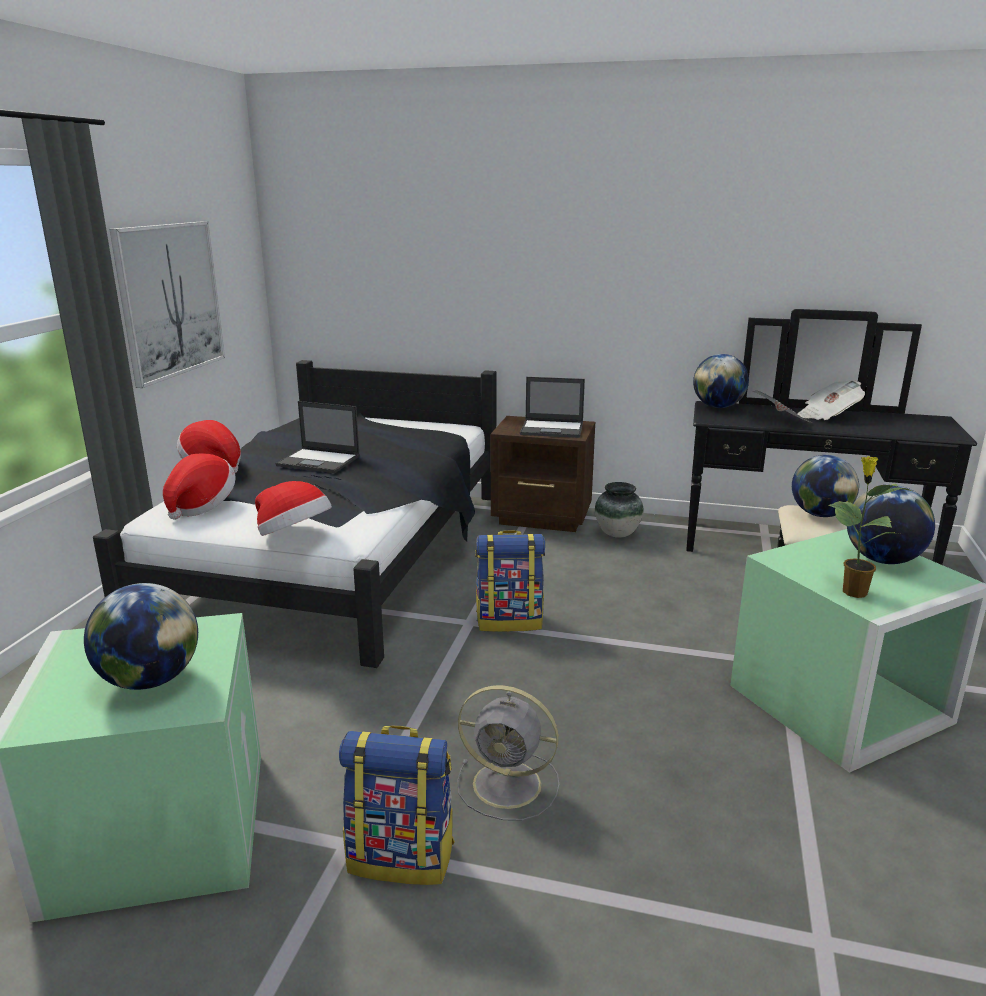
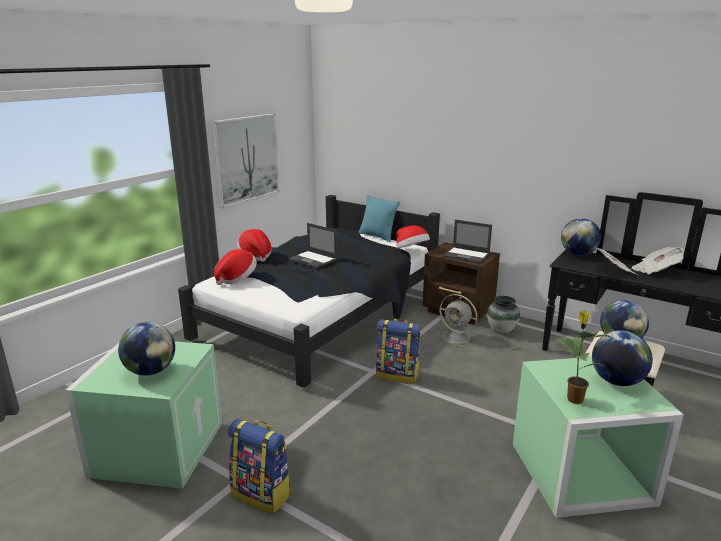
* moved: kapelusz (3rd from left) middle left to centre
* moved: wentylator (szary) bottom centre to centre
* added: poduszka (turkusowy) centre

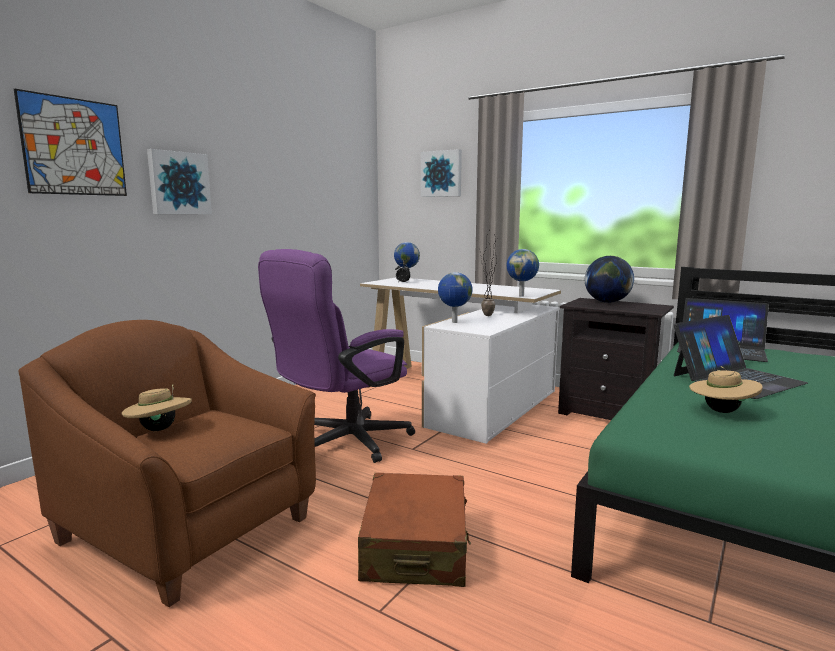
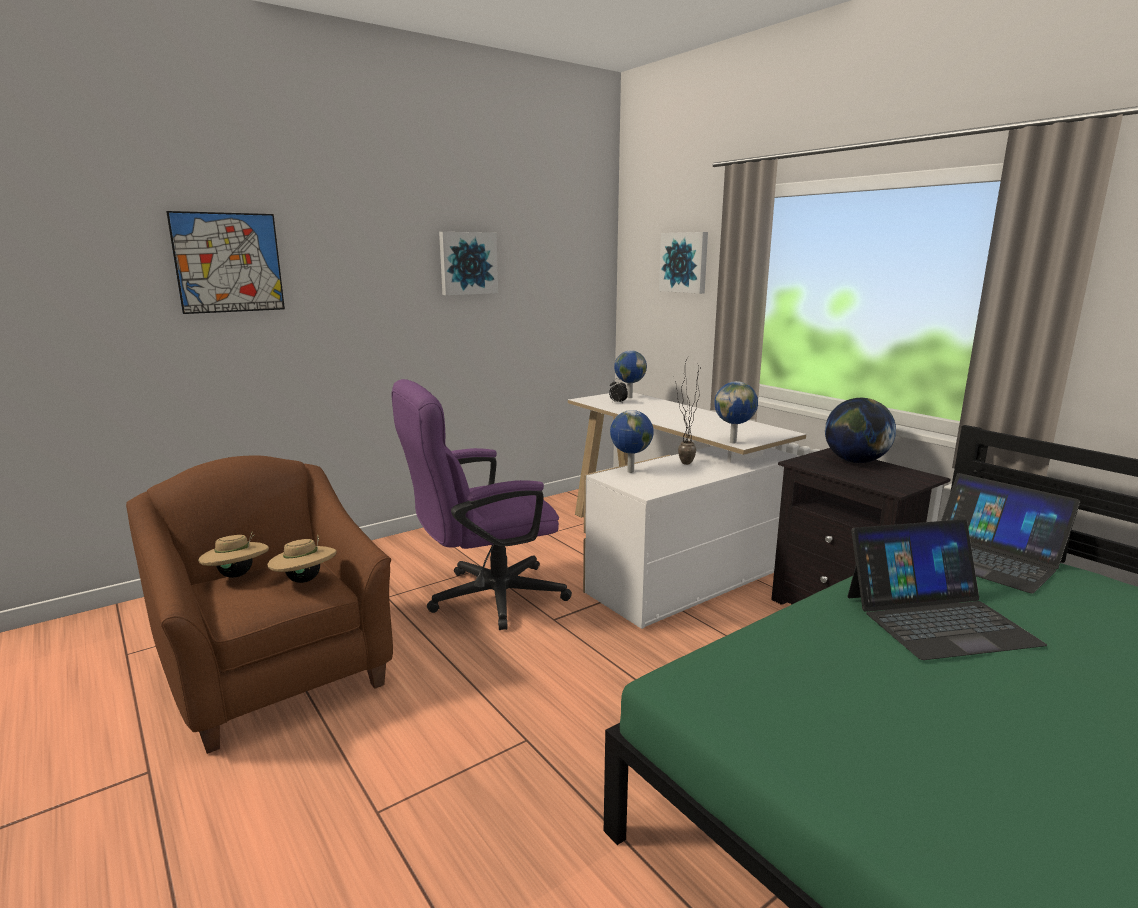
* moved: obraz (2nd from left) top left to top centre
* moved: kapelusz (beżowy) (2nd from left) middle right to middle left
* removed: walizka (brązowy) bottom centre

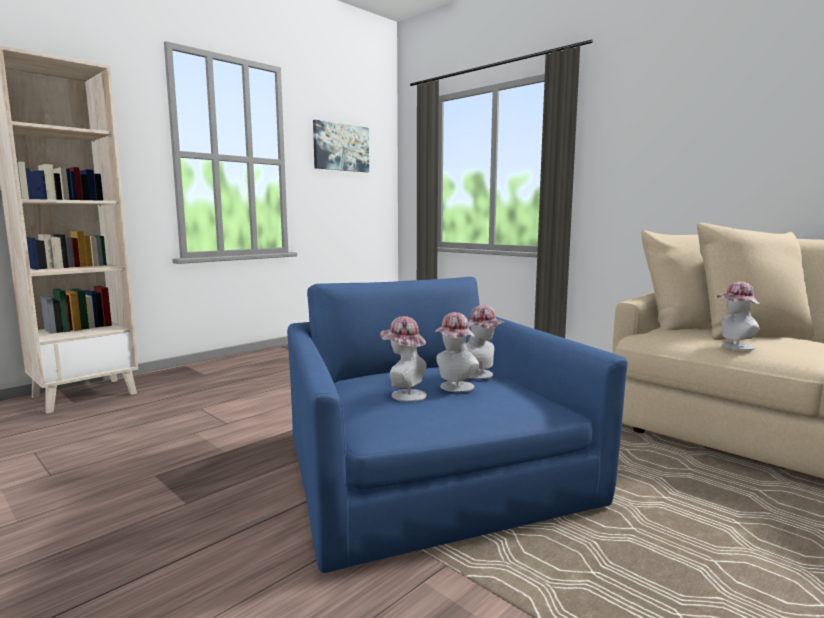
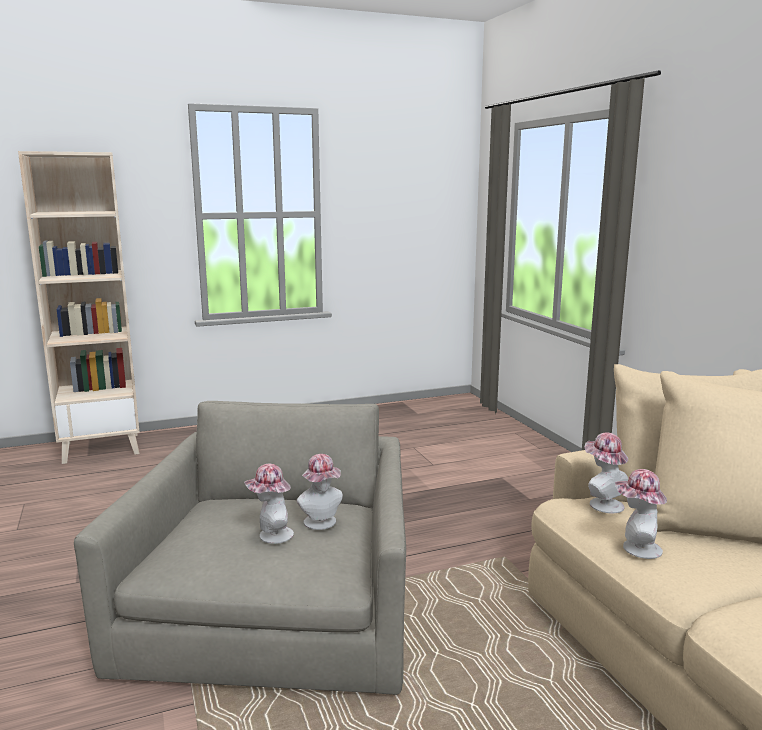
* removed: obraz top centre
* recoloured: fotel (niebieski) bottom centre to fotel (szary) bottom left
* moved: kapelusz (1st from left in the first image) centre to kapelusz (3rd from left) middle right

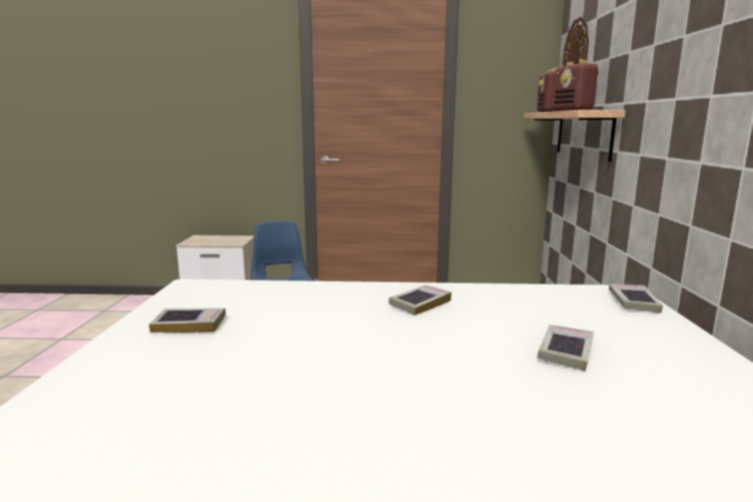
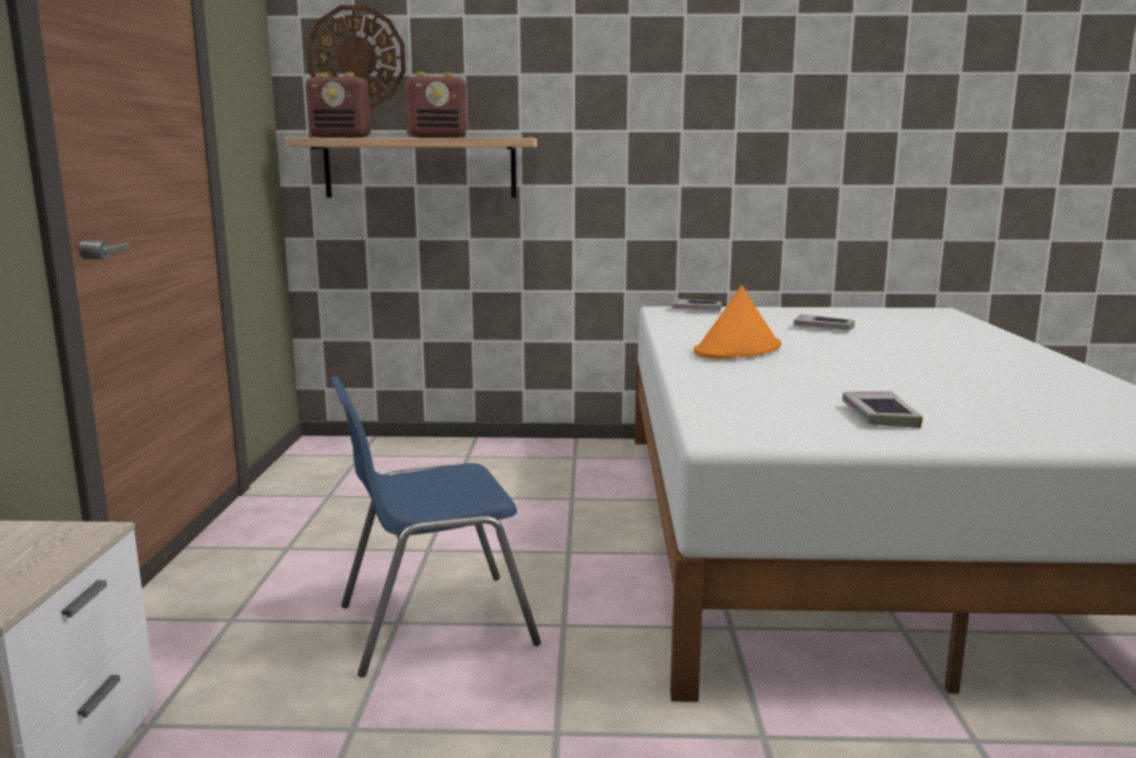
* replaced: książka (2nd from left) centre to kapelusz (pomarańczowy) centre

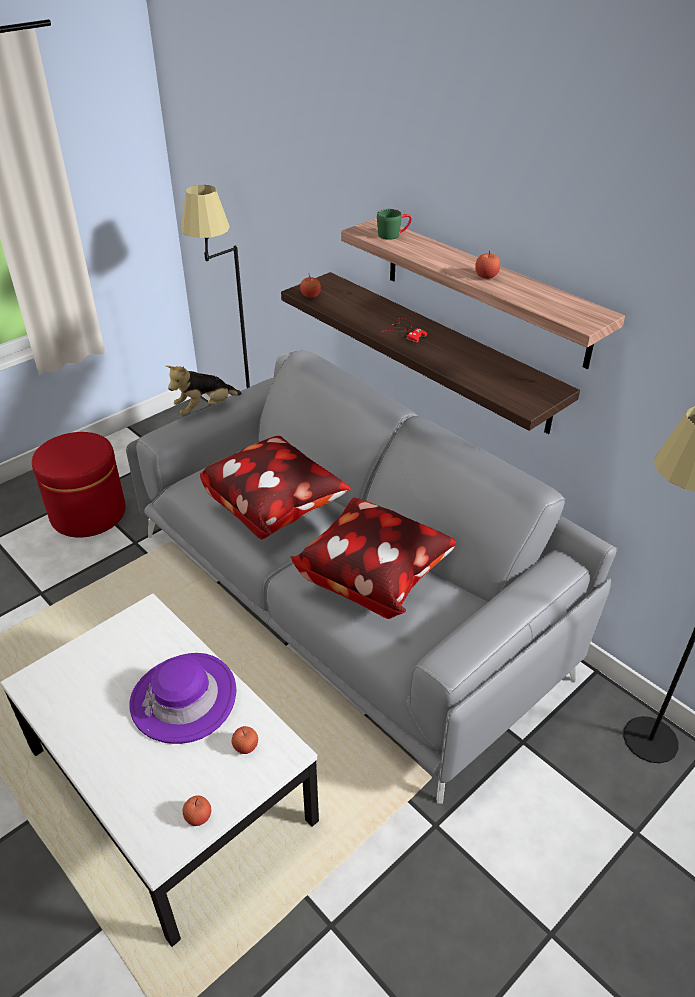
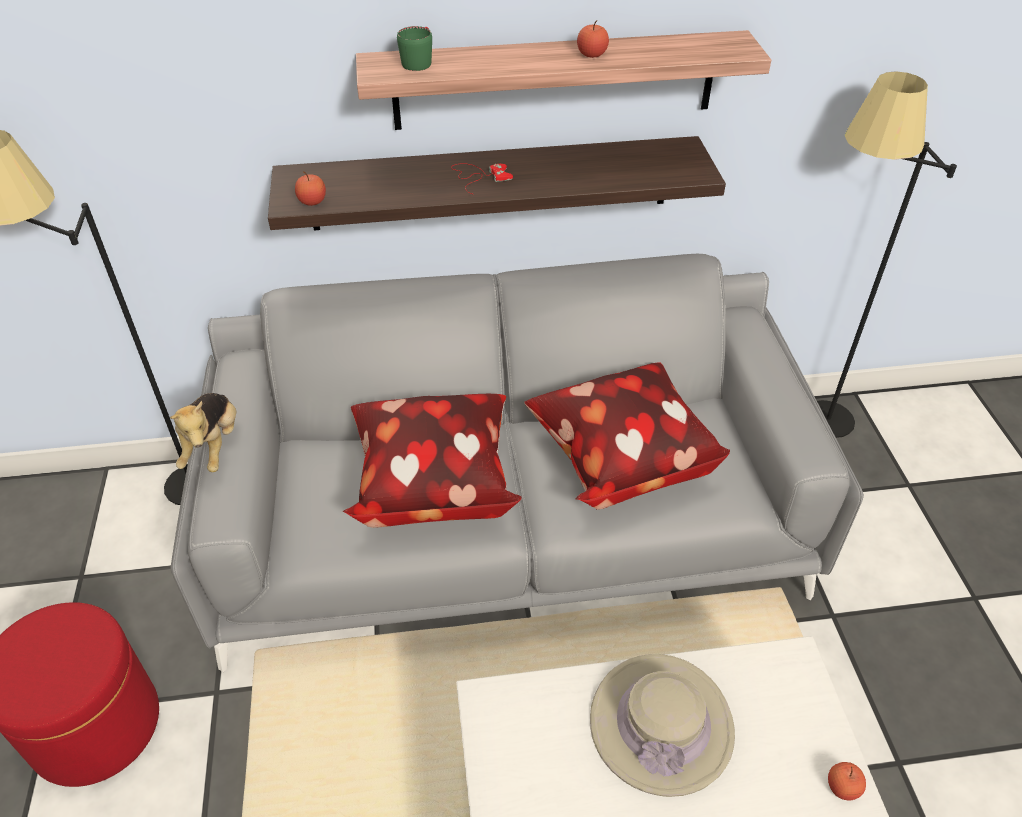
* recoloured: kapelusz (fioletowy) bottom left to kapelusz (beżowy) bottom centre
* removed: jabłko (2nd from left) bottom centre

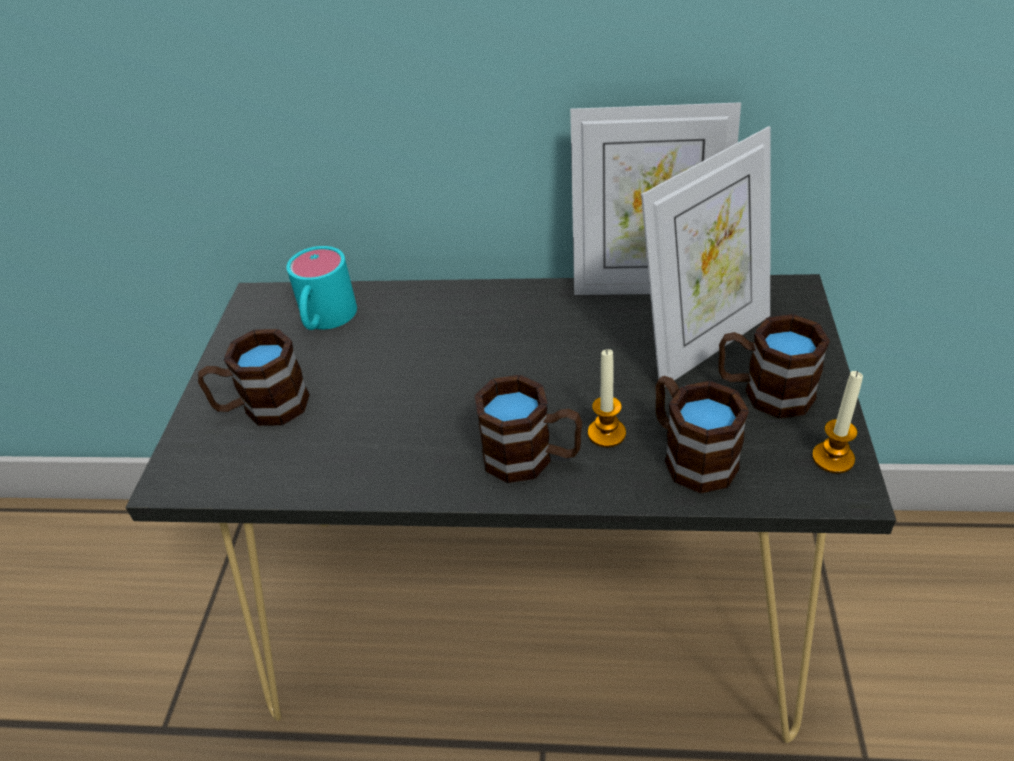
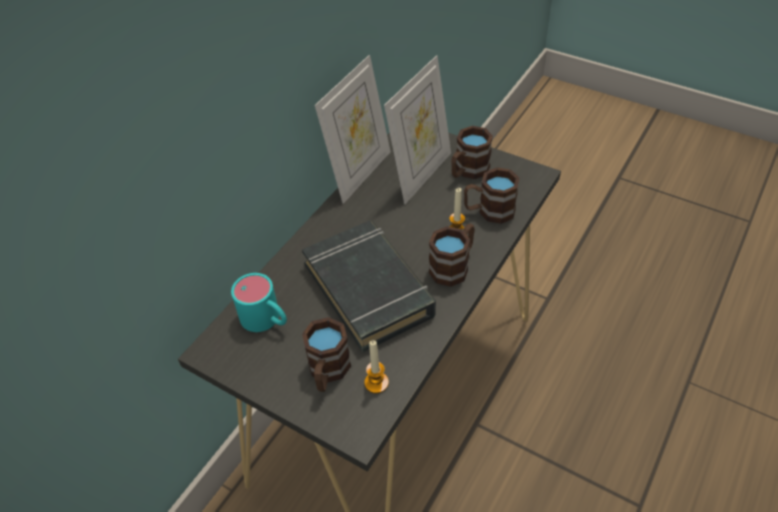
* turned: ramka na zdjęcie (2nd from left) middle right = top centre 45 degrees clockwise
* moved: świeca (2nd from left in the first image) middle right to świeca (1st from left) bottom centre
* added: książka (czarny) centre

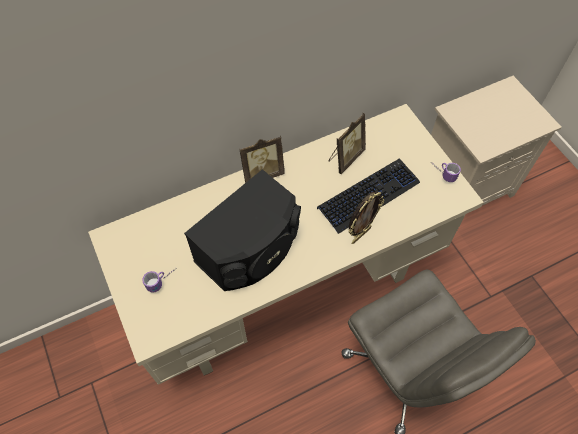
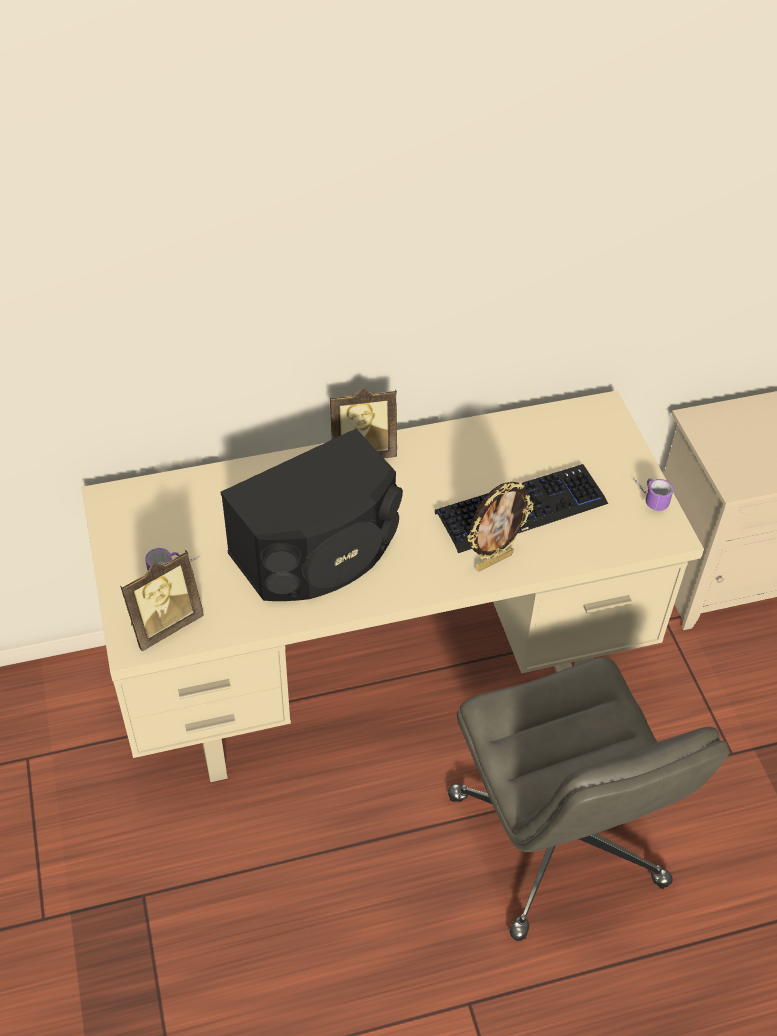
* moved: ramka na zdjęcie (2nd from left in the first image) top centre to ramka na zdjęcie (1st from left) middle left

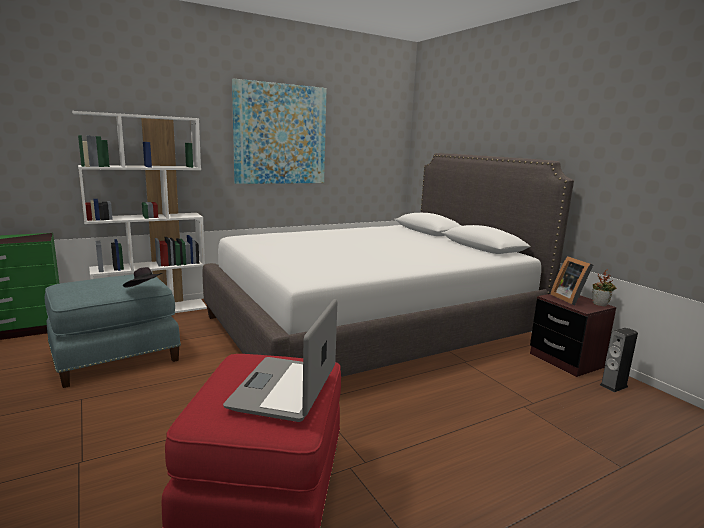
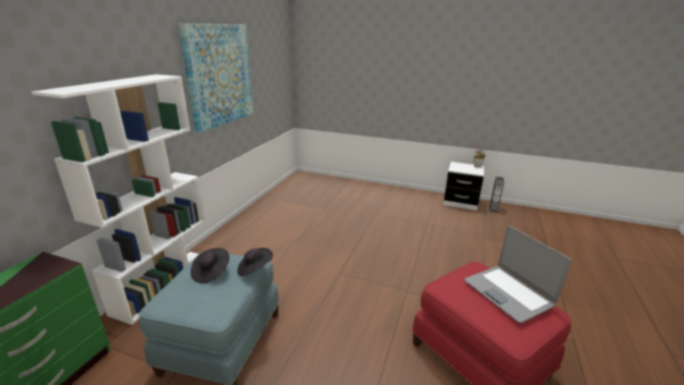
* removed: łóżko (biały) centre
* removed: ramka na zdjęcie middle right
* recoloured: szafka nocna (brązowy) middle right to szafka nocna (biały) middle right
* added: kapelusz (czarny) (1st from left) bottom left

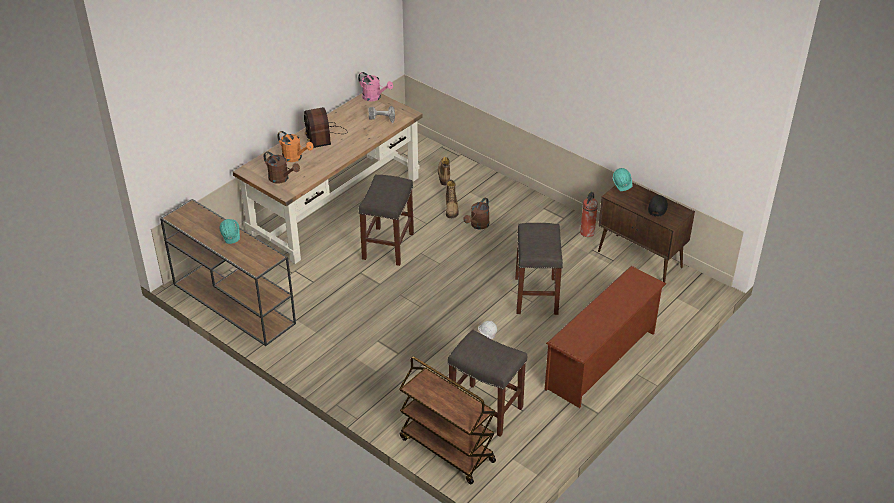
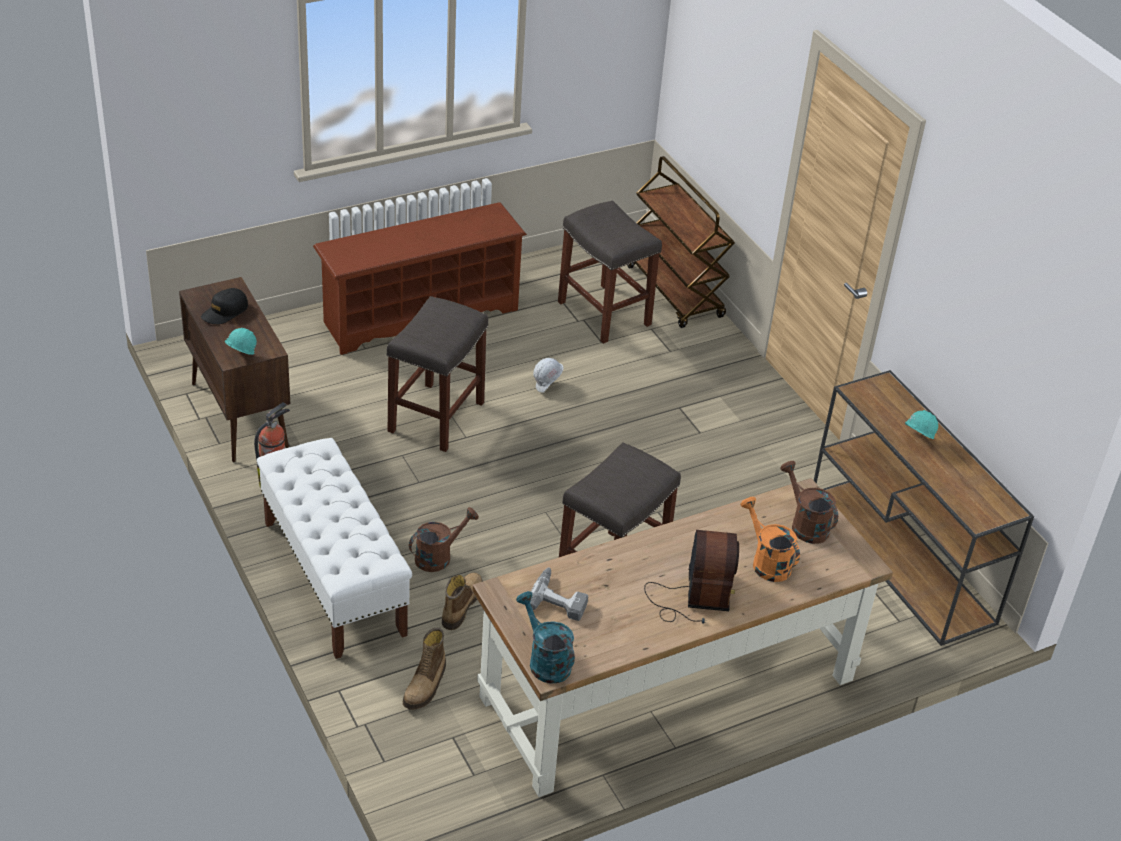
* recoloured: konewka (różowy) top centre to konewka (turkusowy) bottom centre
* added: ławka (biały) middle left

